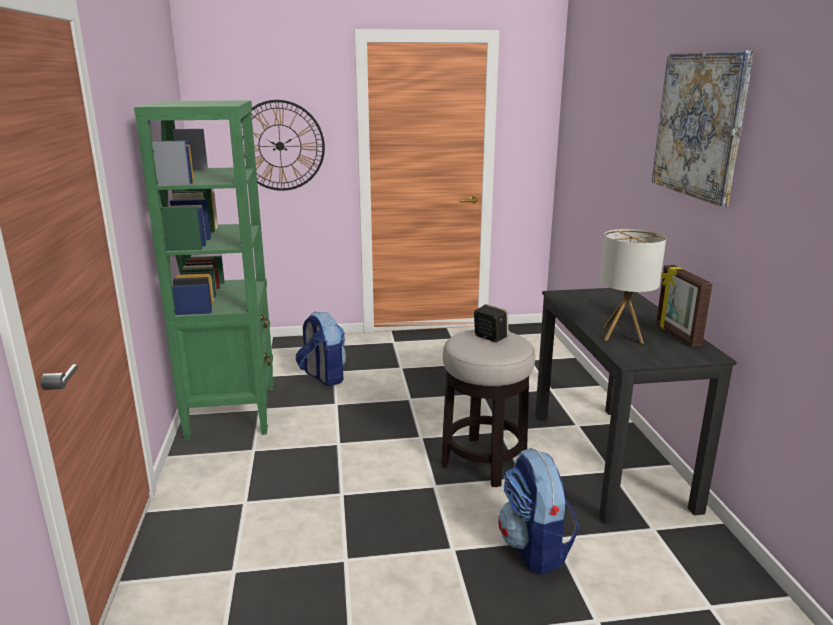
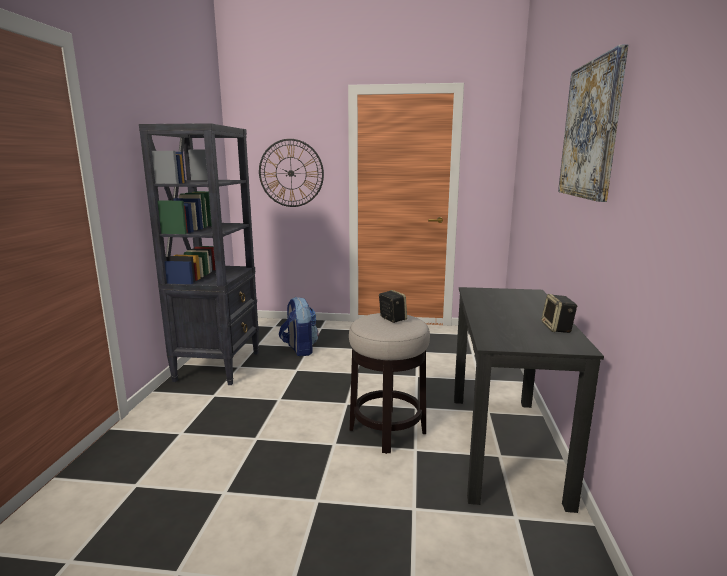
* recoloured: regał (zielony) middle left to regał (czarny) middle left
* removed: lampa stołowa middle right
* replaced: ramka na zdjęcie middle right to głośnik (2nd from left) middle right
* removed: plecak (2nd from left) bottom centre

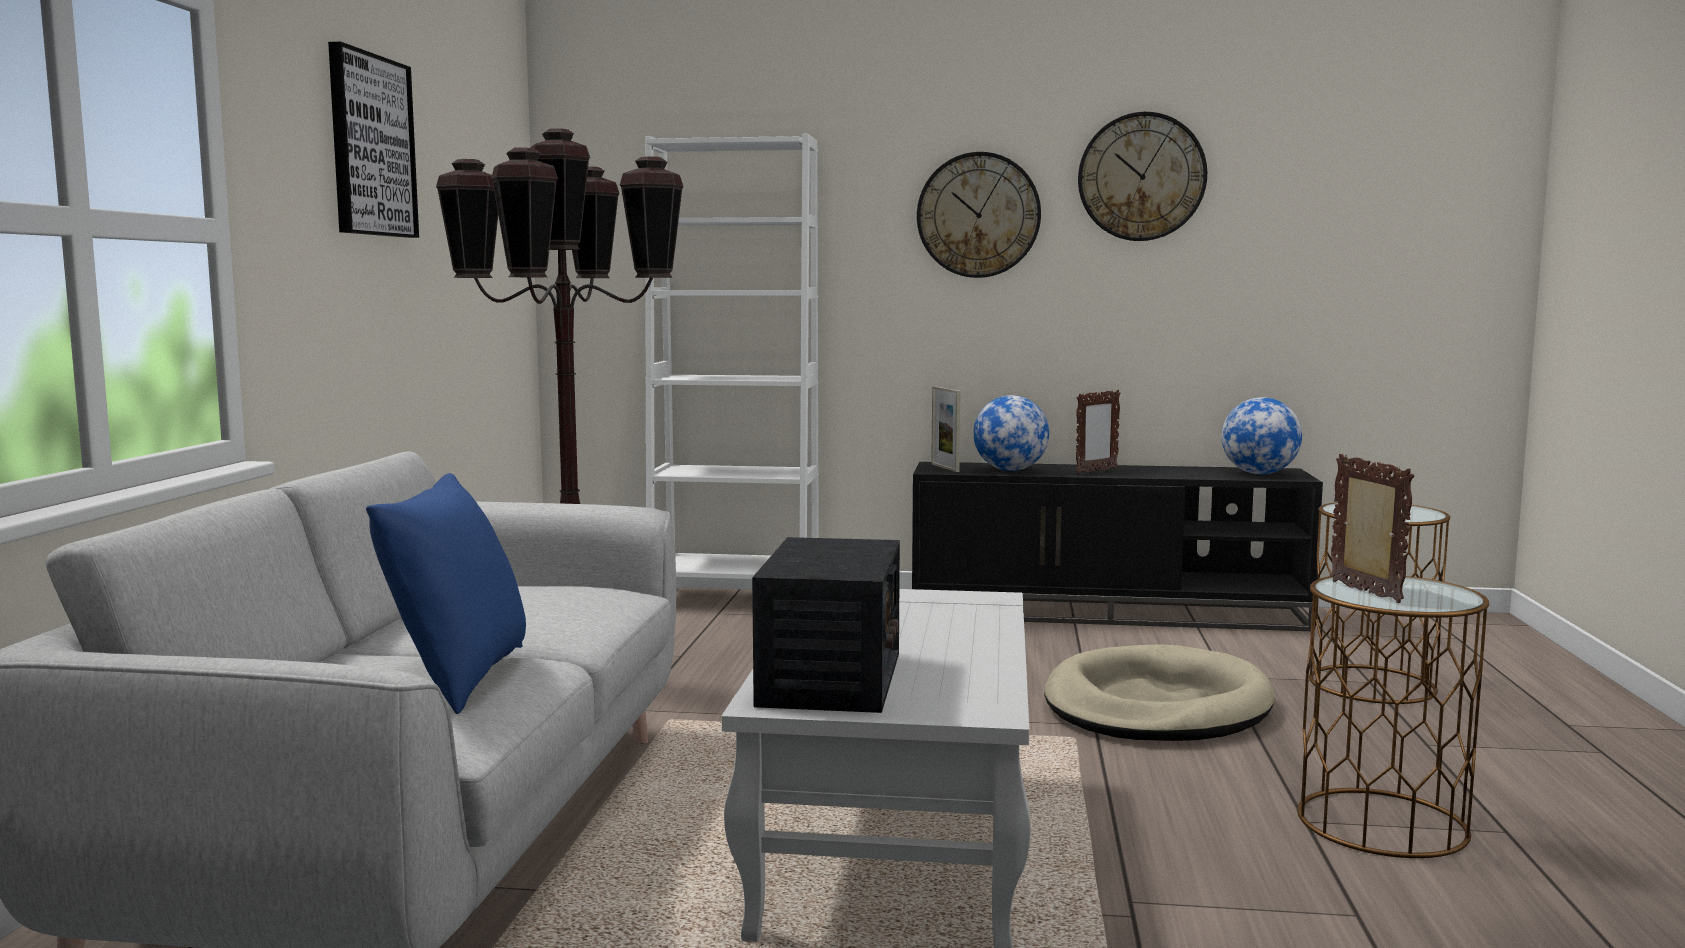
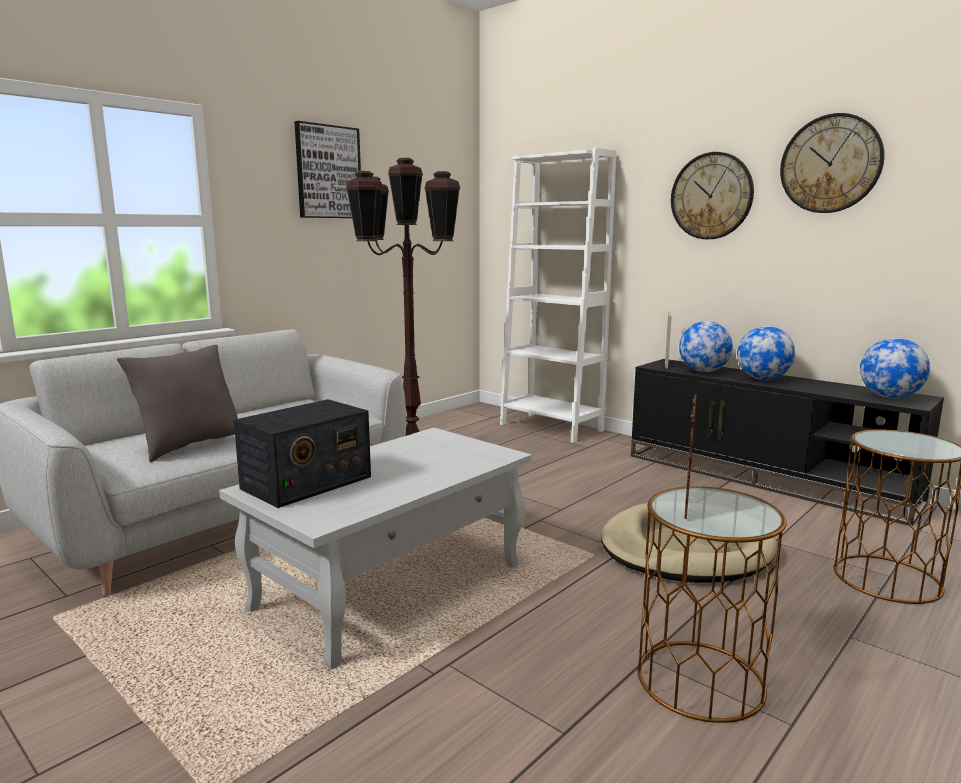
* replaced: ramka na zdjęcie (2nd from left) centre to globus (2nd from left) middle right
* recoloured: poduszka (niebieski) middle left to poduszka (szary) middle left

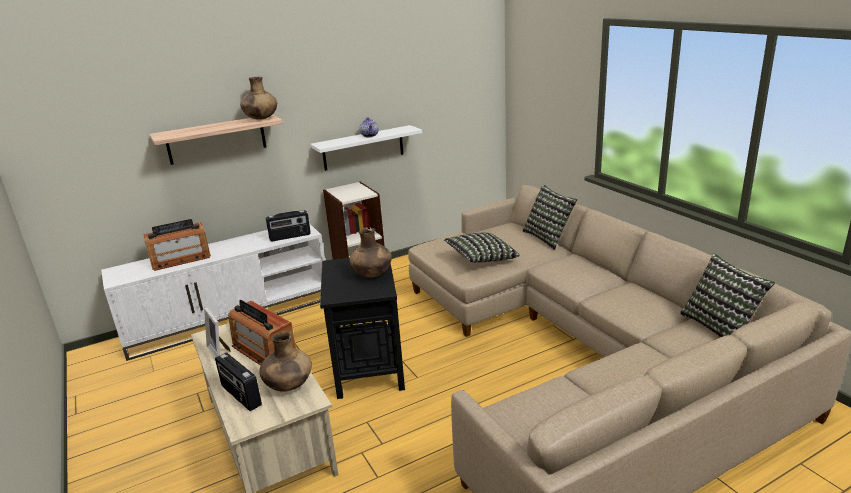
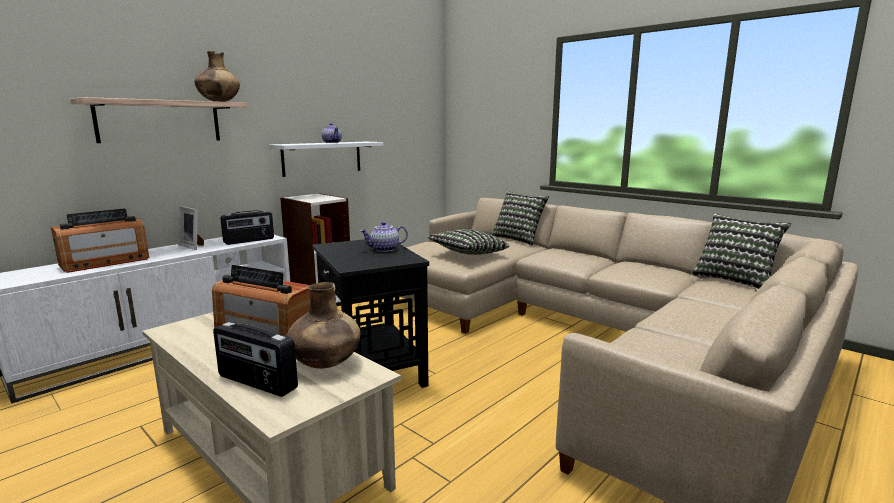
* replaced: wazon (brązowy) (3rd from left) centre to imbryk (2nd from left) centre
* moved: ramka na zdjęcie bottom left to middle left

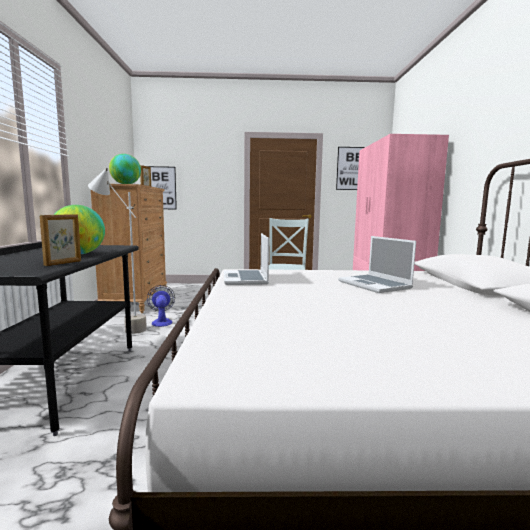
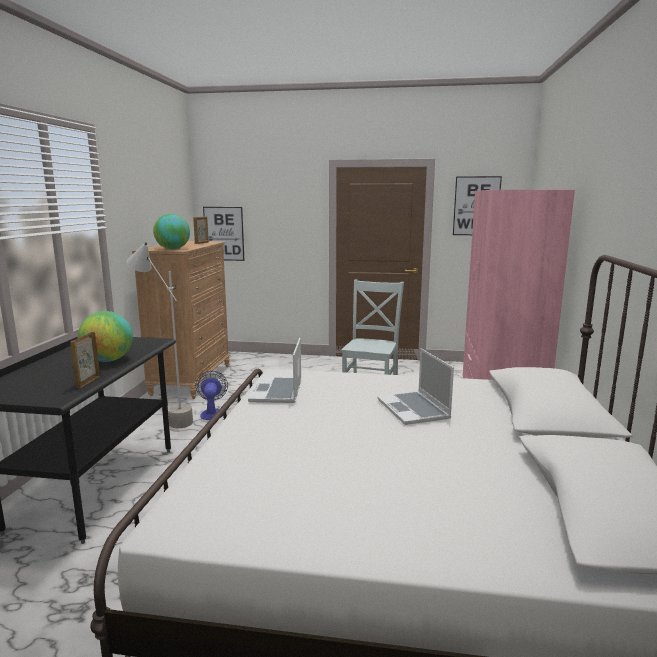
* turned: ramka na zdjęcie (1st from left) middle left = middle left 150 degrees clockwise

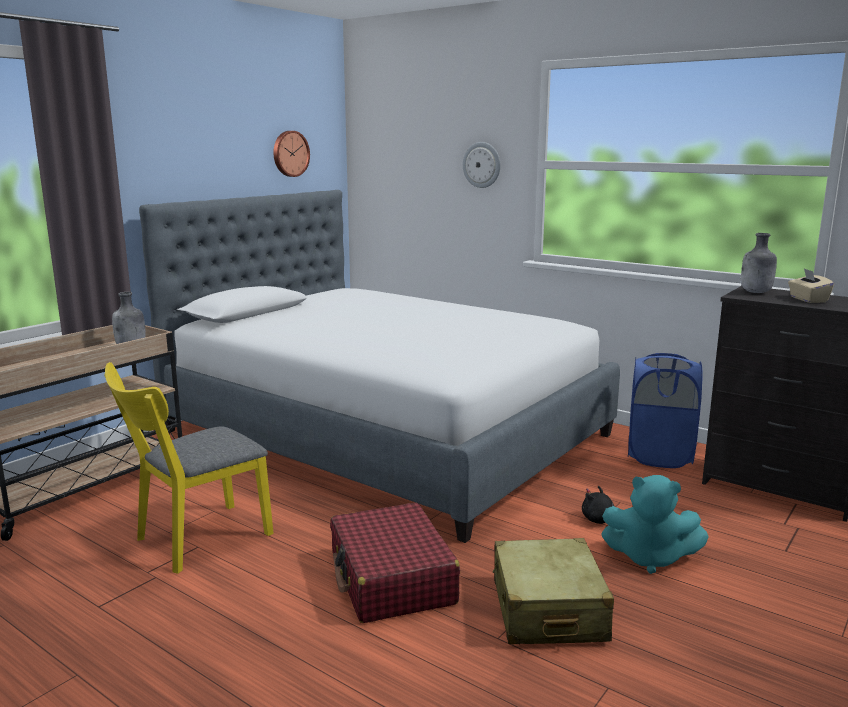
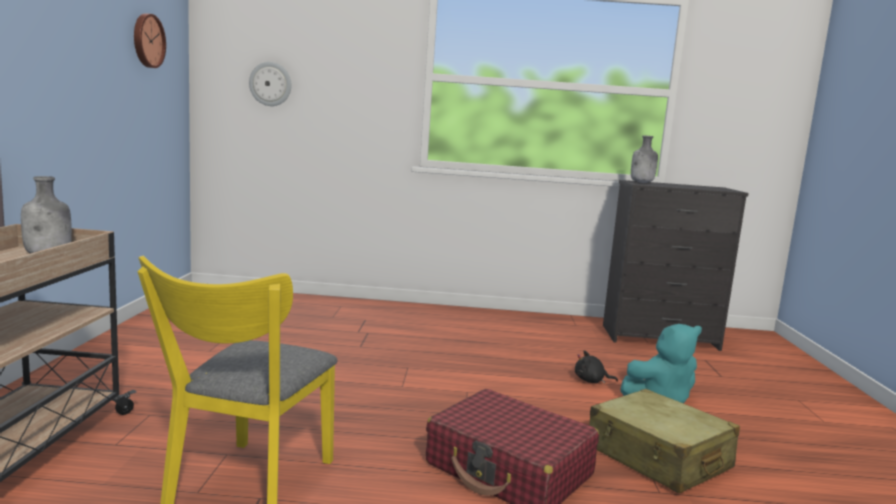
* moved: zegar ścienny (2nd from left) top centre to top left
* removed: łóżko centre
* removed: pudełko chusteczek (beżowy) middle right
* removed: kosz na pranie (niebieski) middle right

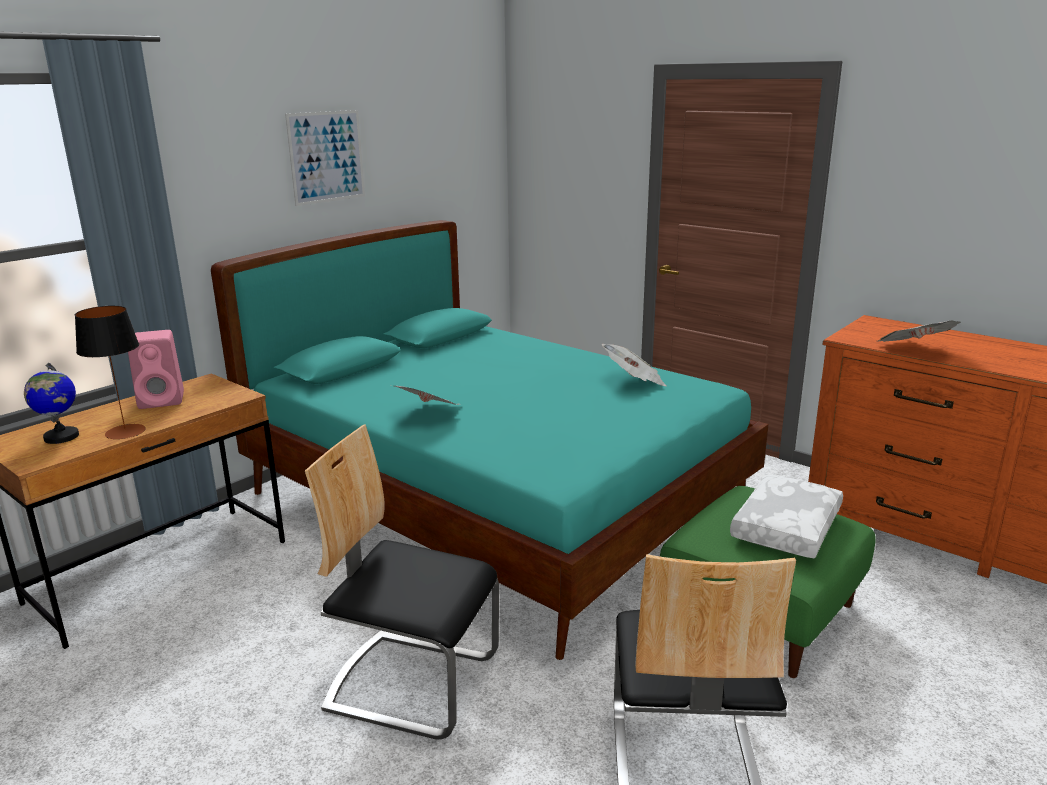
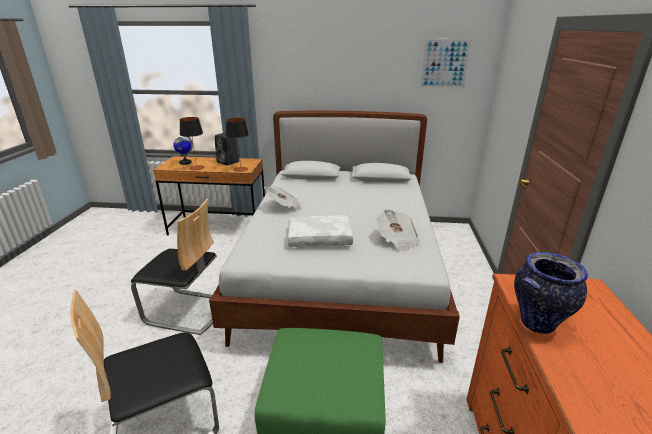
* moved: obraz top left to top right
* recoloured: łóżko (turkusowy) centre to łóżko (biały) centre
* replaced: gazeta (3rd from left) middle right to wazon bottom right
* recoloured: głośnik (różowy) middle left to głośnik (czarny) centre
* turned: krzesło (1st from left in the first image) bottom centre = middle left 120 degrees clockwise
* moved: poduszka (biały) middle right to centre
* added: lampa stołowa (2nd from left) centre

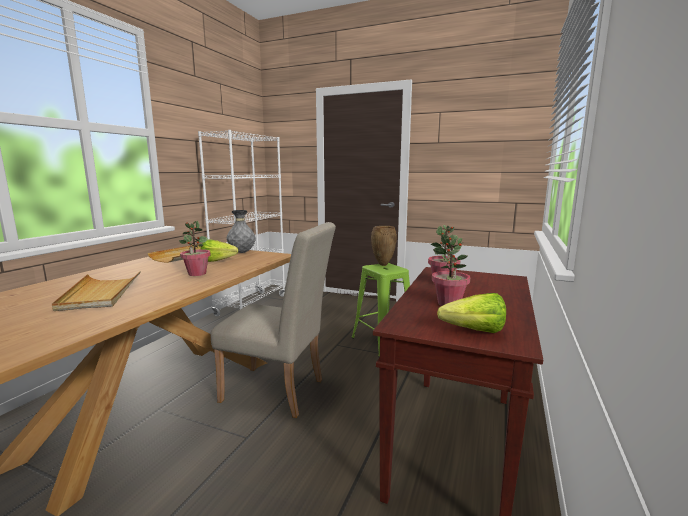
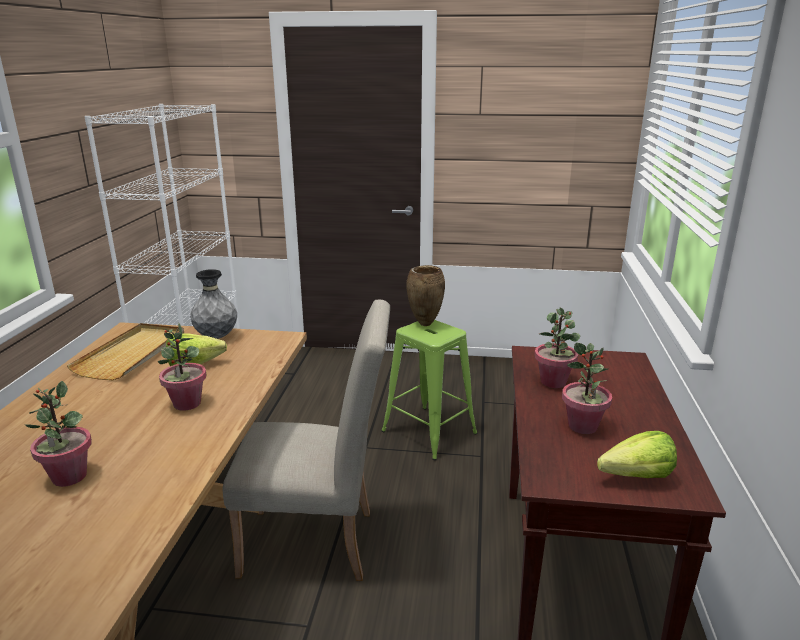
* replaced: taca (beżowy) (1st from left) middle left to roślina doniczkowa (1st from left) bottom left

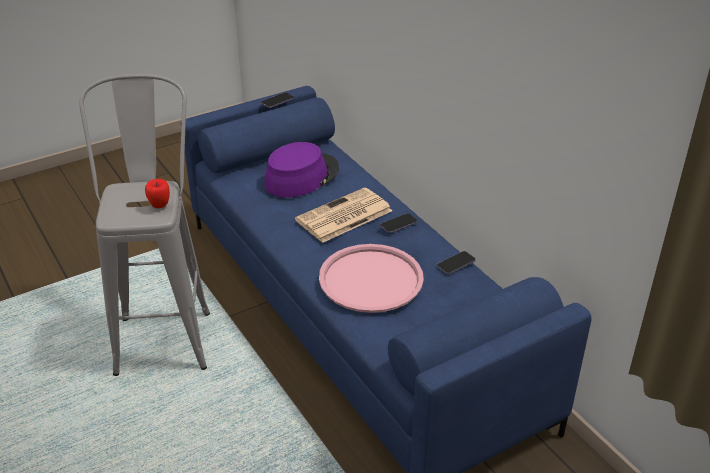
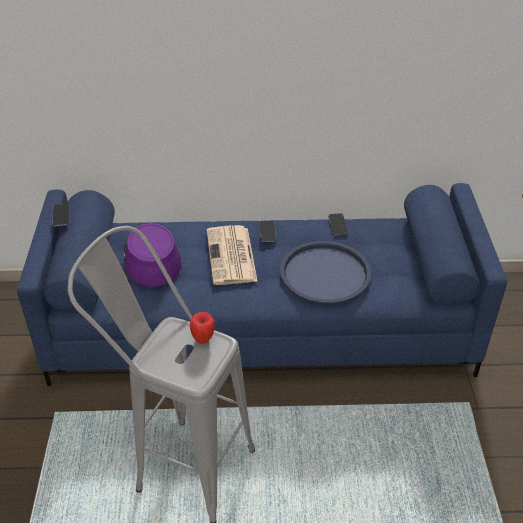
* recoloured: taca (różowy) centre to taca (niebieski) centre

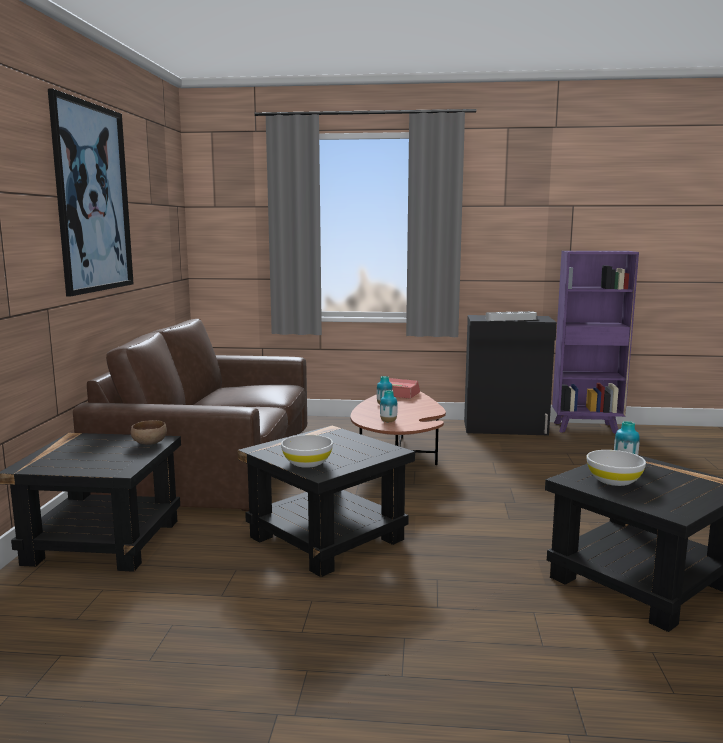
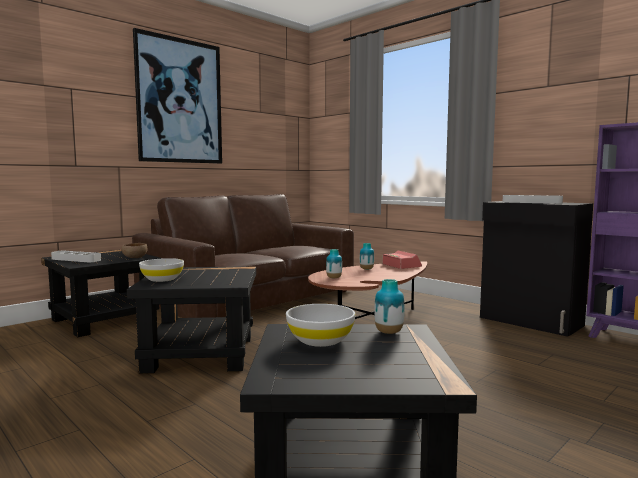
* added: taca (szary) (1st from left) middle left

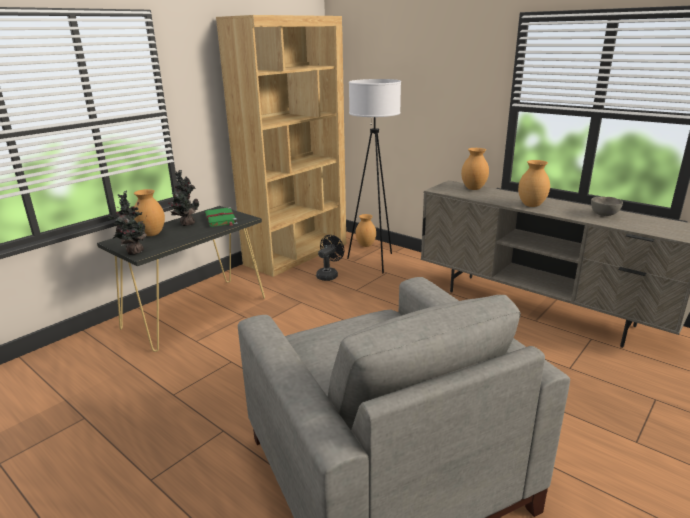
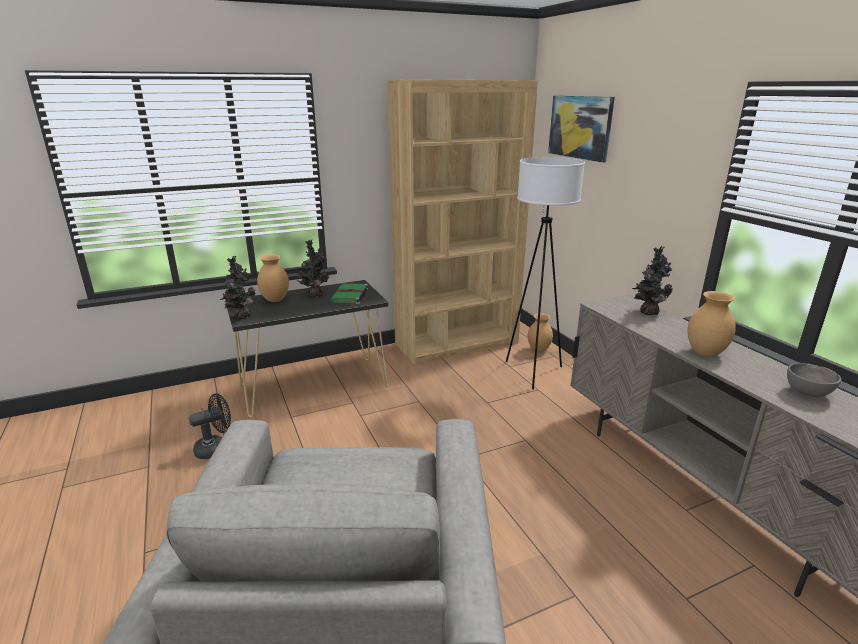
* replaced: wazon (brązowy) (3rd from left) top right to roślina doniczkowa (3rd from left) middle right
* moved: wentylator (czarny) centre to middle left
* added: obraz top right

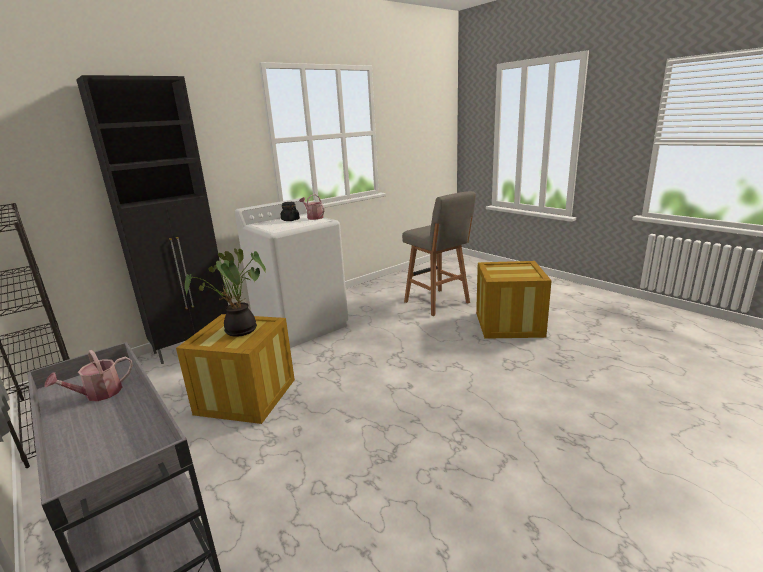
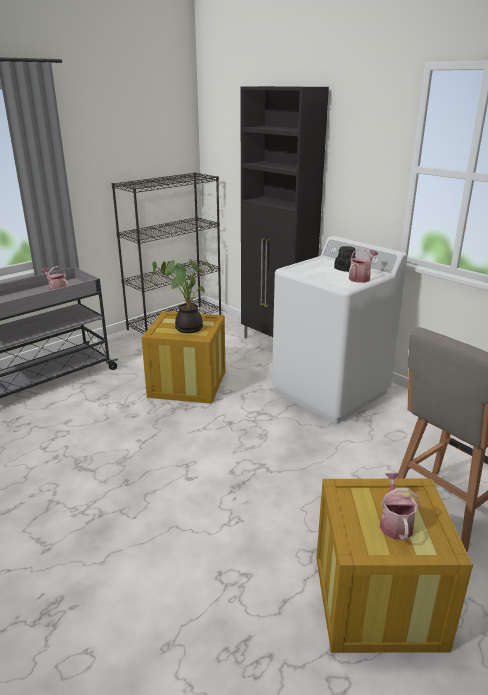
* added: konewka (3rd from left) bottom right

